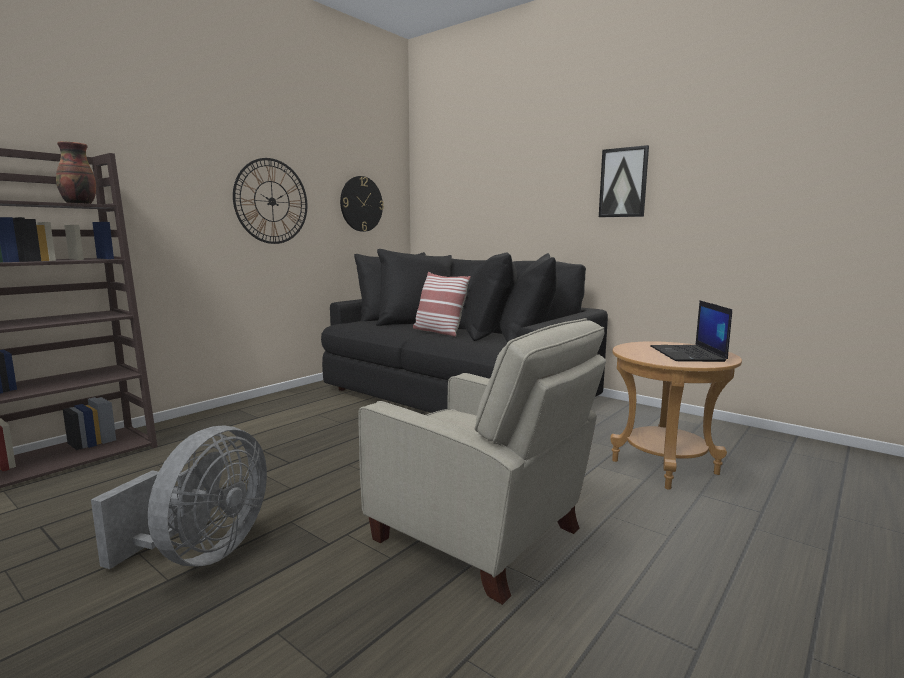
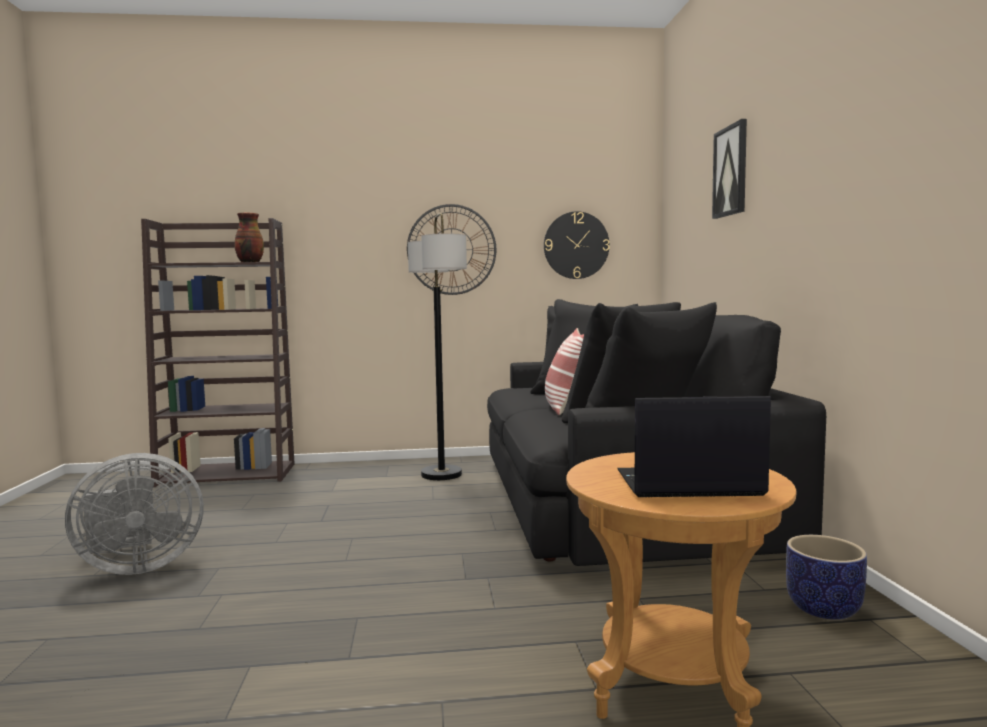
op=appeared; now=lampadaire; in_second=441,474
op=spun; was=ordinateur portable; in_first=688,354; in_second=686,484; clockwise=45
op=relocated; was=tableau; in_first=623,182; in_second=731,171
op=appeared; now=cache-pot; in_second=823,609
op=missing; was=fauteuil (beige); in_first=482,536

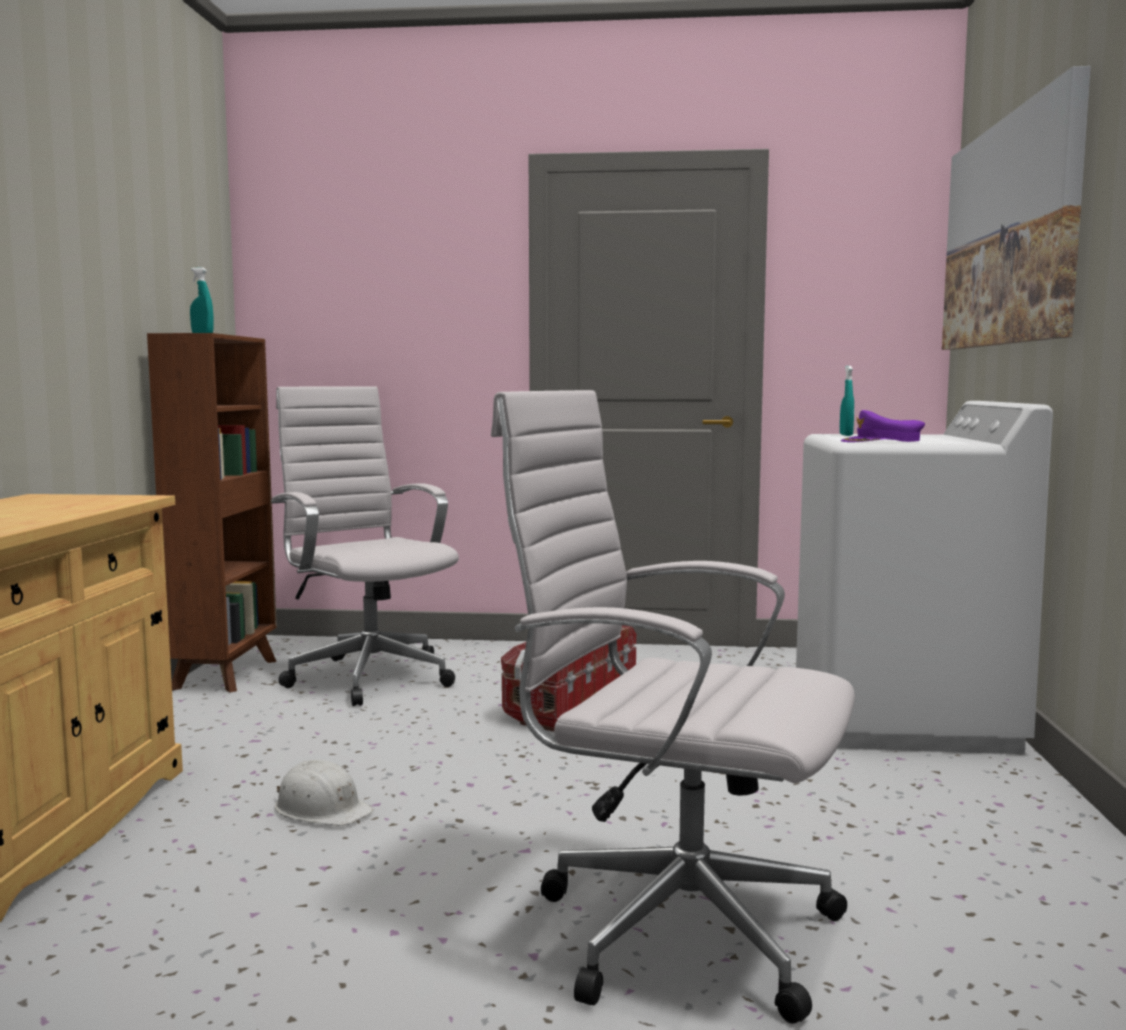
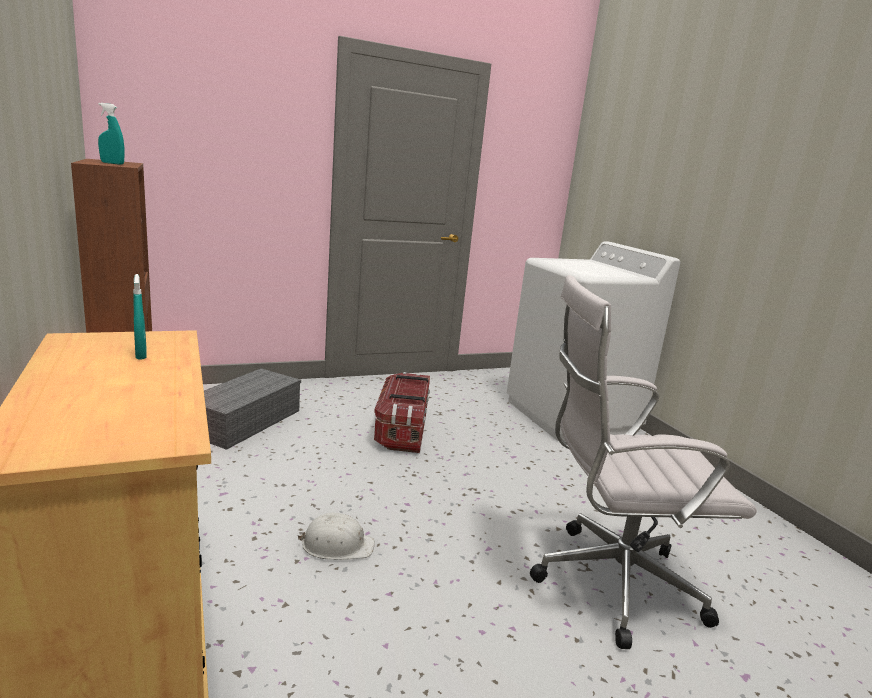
op=relocated; was=vaporisateur (turquoise); in_first=846,435; in_second=141,355
op=exchanged; was=chaise de bureau (blanc); now=boîte de rangement (gris); in_first=368,676; in_second=245,421
op=missing; was=casquette (violet); in_first=882,441
op=missing; was=tableau; in_first=1010,233

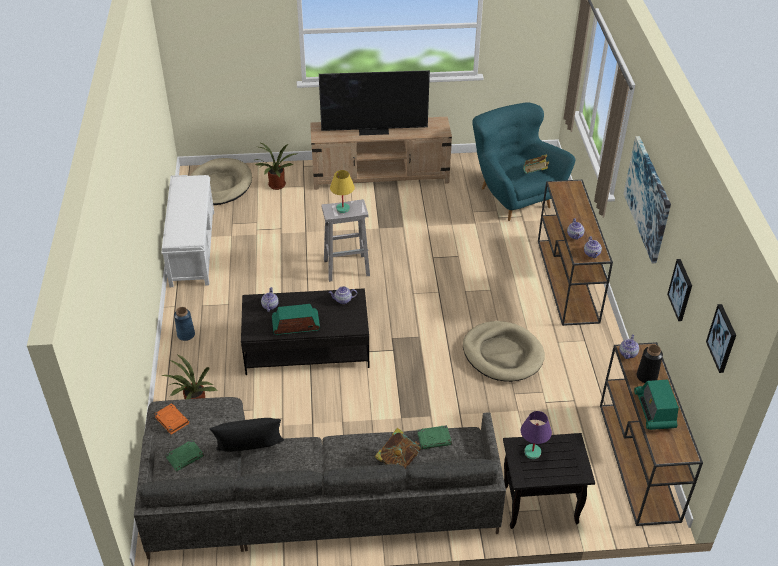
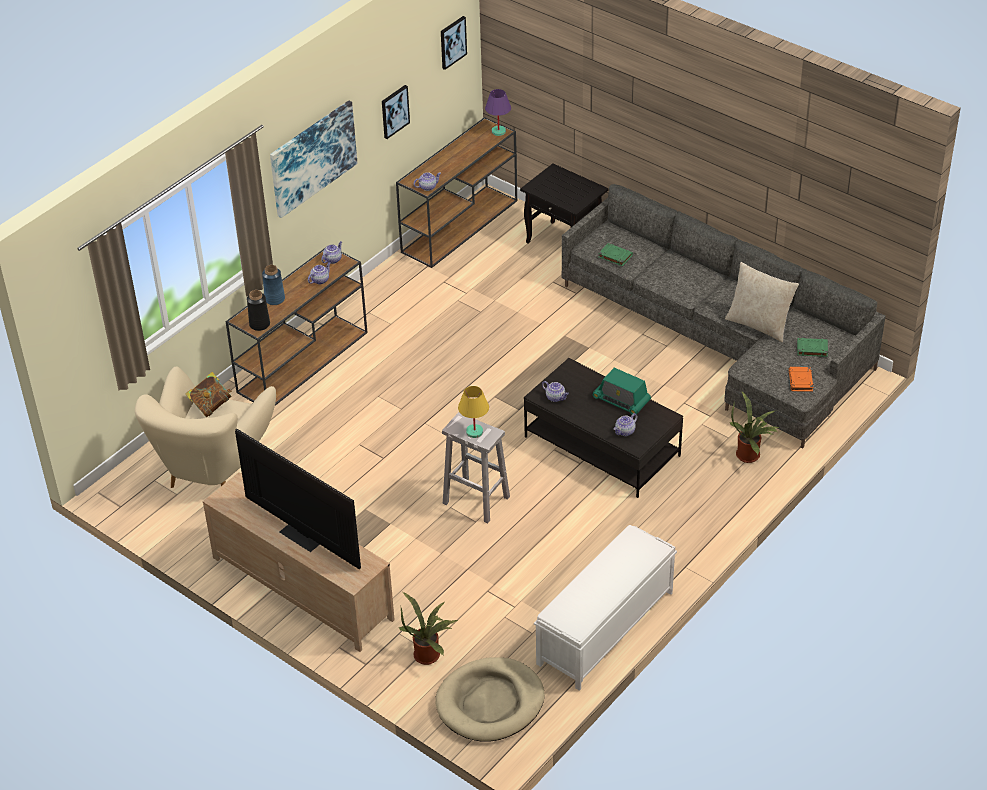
op=colour; was=fauteuil (turquoise); now=fauteuil (beige); in_first=513,197; in_second=213,469
op=relocated; was=vase (noir); in_first=646,376; in_second=260,324
op=relocated; was=vase (bleu); in_first=186,335; in_second=274,299
op=relocated; was=lampe de table (violet); in_first=532,452; in_second=498,131
op=colour; was=coussin (noir); now=coussin (beige); in_first=250,454; in_second=759,324
op=missing; was=livre; in_first=397,460
op=missing; was=panier pour chien (beige); in_first=502,354
op=missing; was=radio; in_first=654,411

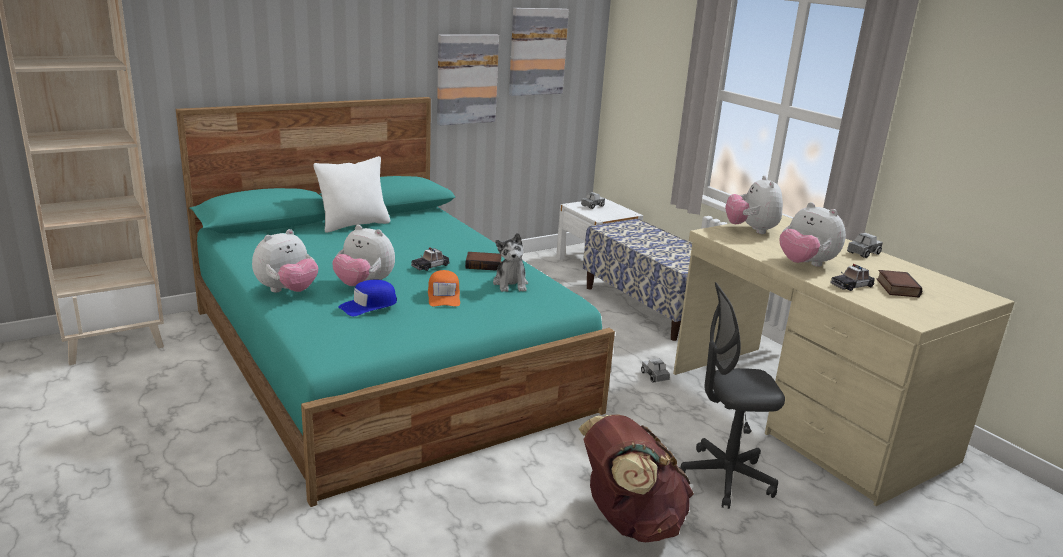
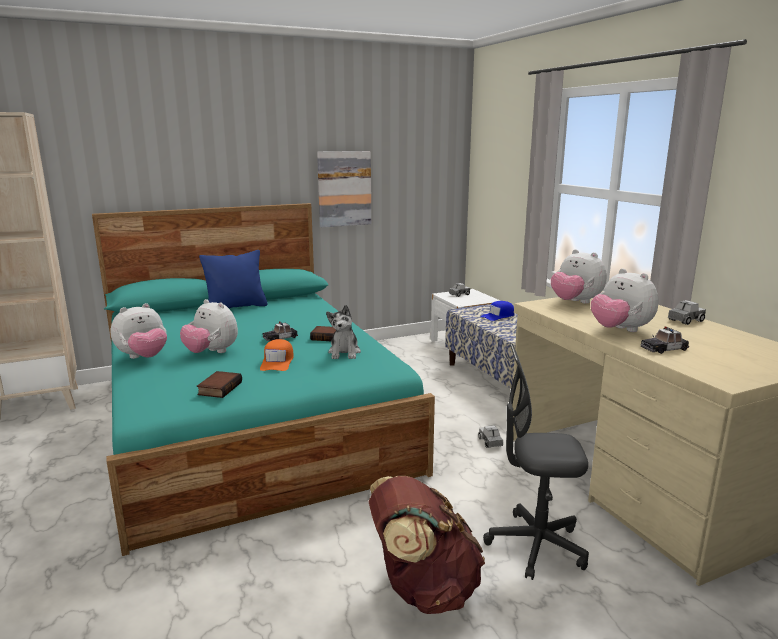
op=relocated; was=livre; in_first=896,287; in_second=219,388
op=colour; was=coussin (blanc); now=coussin (bleu); in_first=354,224; in_second=236,307
op=relocated; was=casquette (bleu); in_first=368,305; in_second=498,316
op=spun; was=peluche; in_first=751,230; in_second=575,302; clockwise=-45
op=missing; was=tableau; in_first=537,51

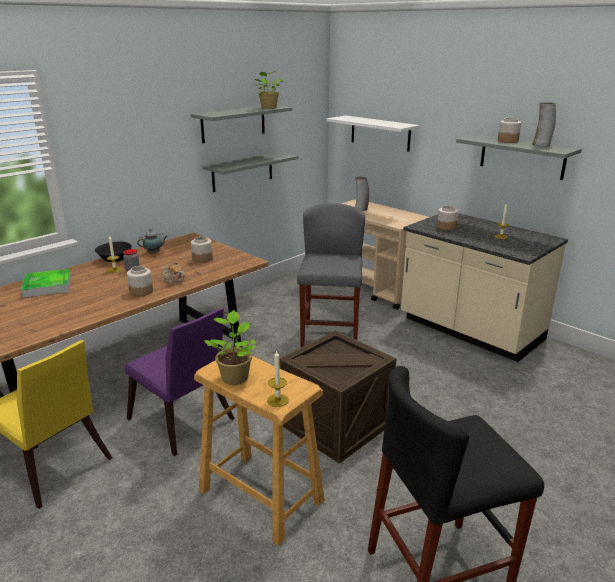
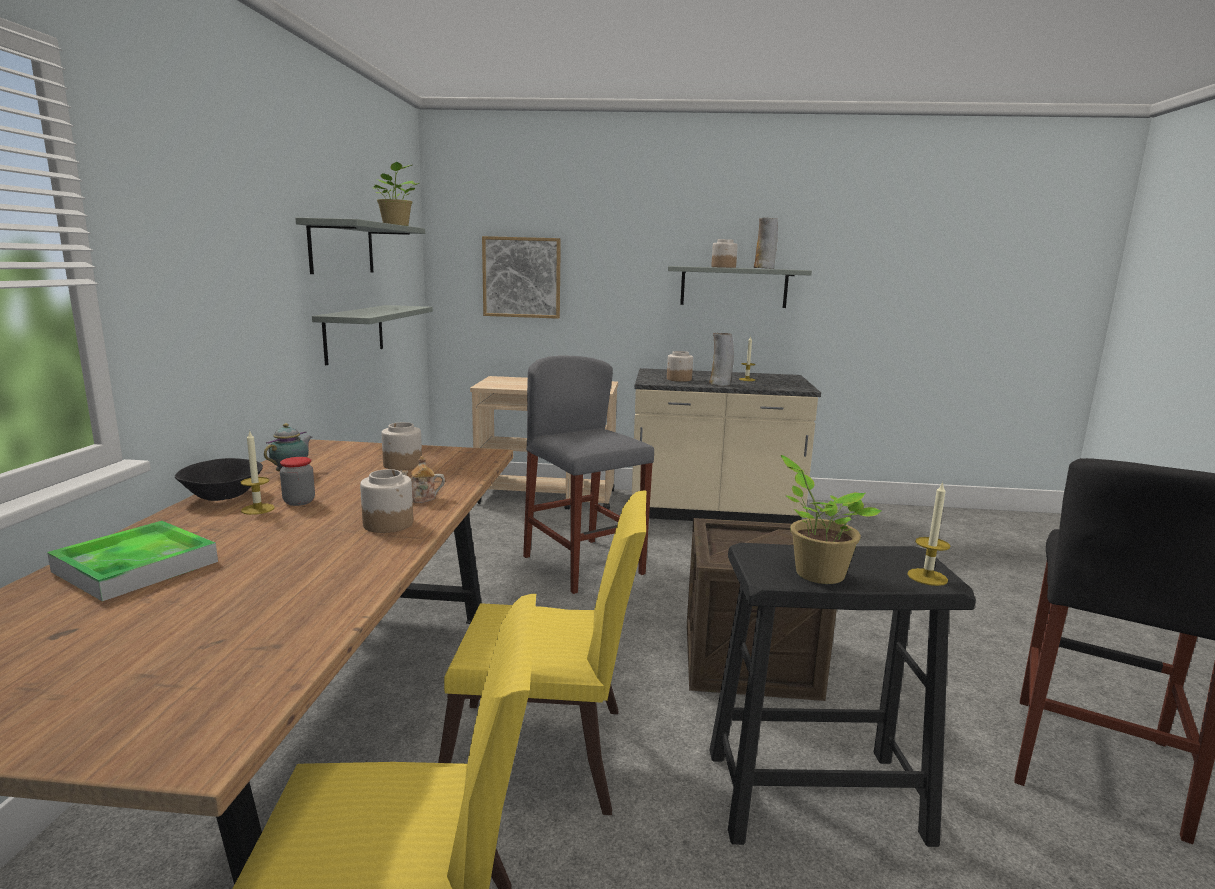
op=colour; was=chaise (violet); now=chaise (jaune); in_first=183,423; in_second=548,757
op=exchanged; was=étagère (blanc); now=tableau; in_first=380,133; in_second=521,277
op=relocated; was=vase; in_first=361,209; in_second=720,384
op=colour; was=tabouret (beige); now=tabouret (noir); in_first=260,495; in_second=813,794

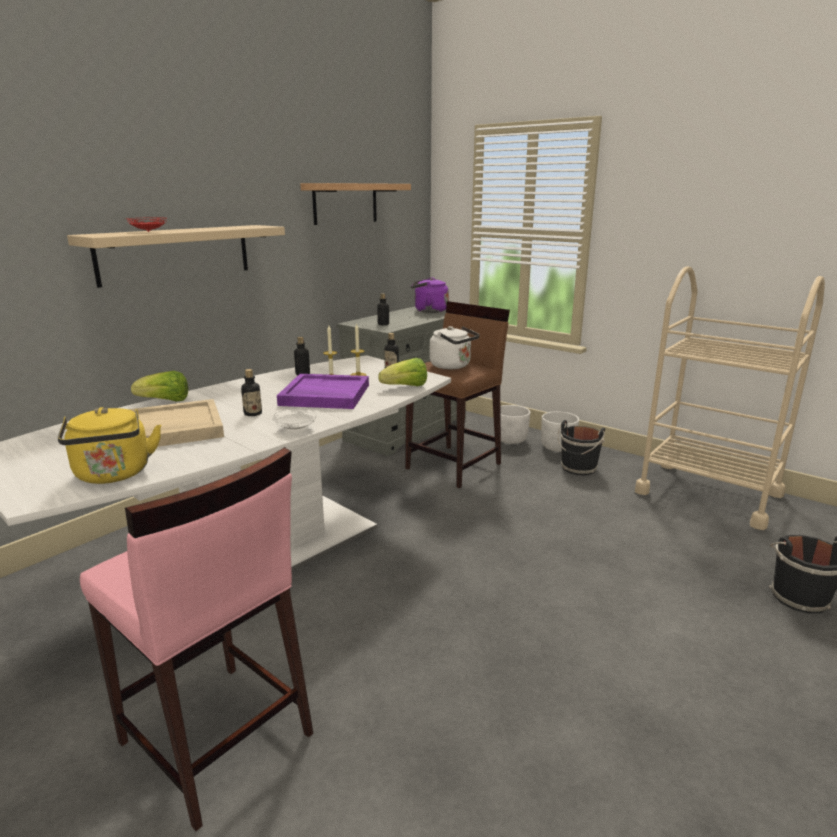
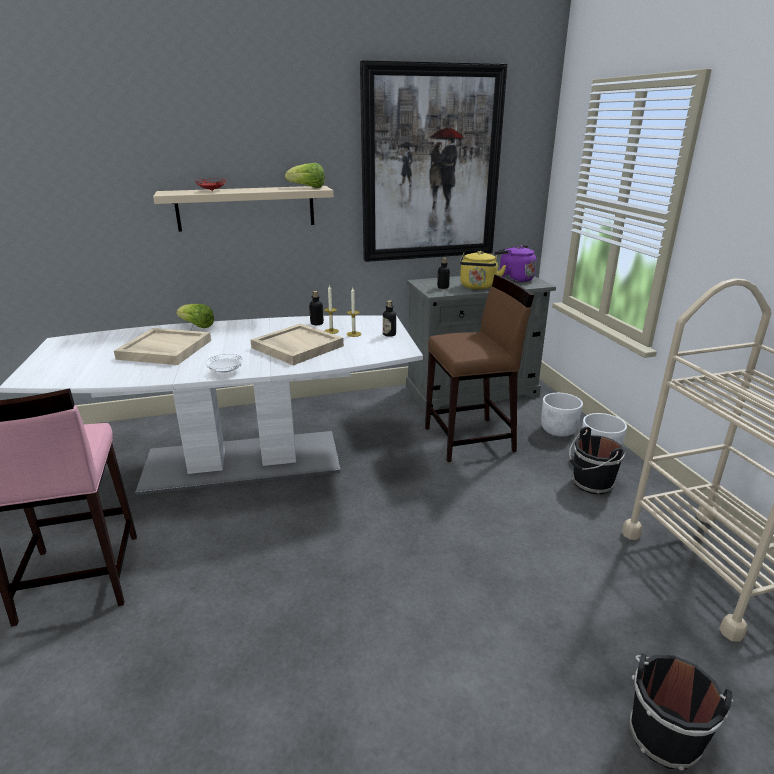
op=colour; was=plateau (violet); now=plateau (beige); in_first=324,395; in_second=296,347
op=relocated; was=laitue; in_first=406,387; in_second=307,187
op=exchanged; was=étagère; now=tableau; in_first=345,203; in_second=431,166
op=relocated; was=bouilloire (jaune); in_first=113,475; in_second=478,287
op=missing; was=bouteille; in_first=253,413
op=missing; was=bouilloire (blanc); in_first=452,366

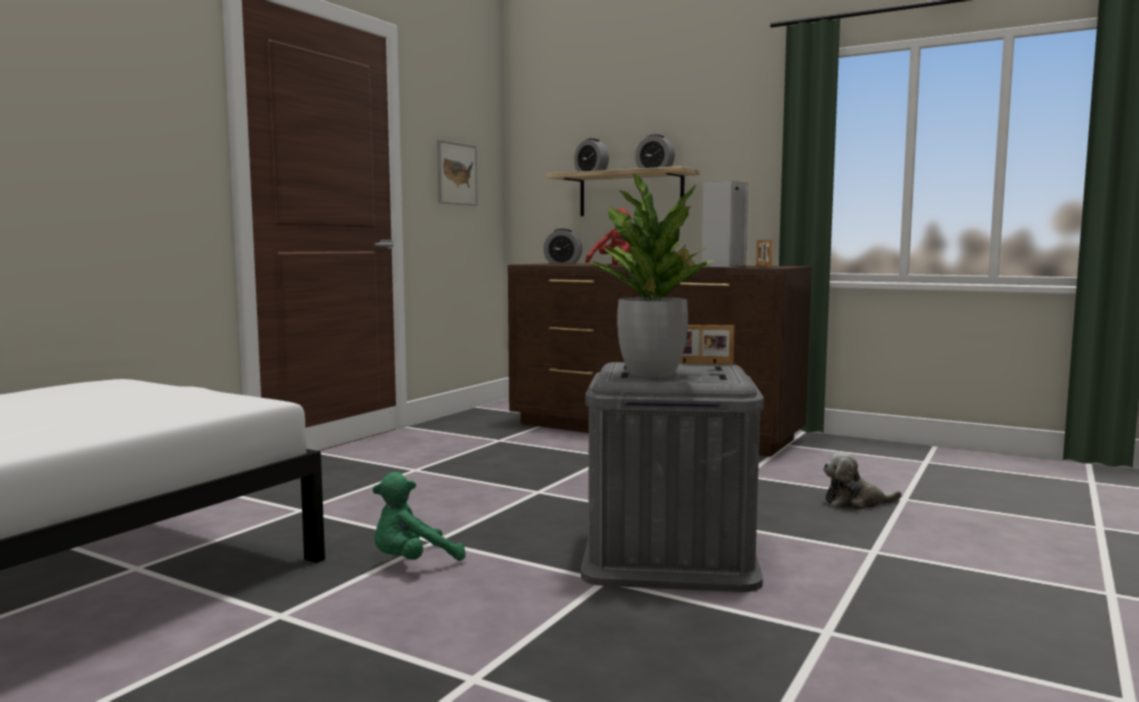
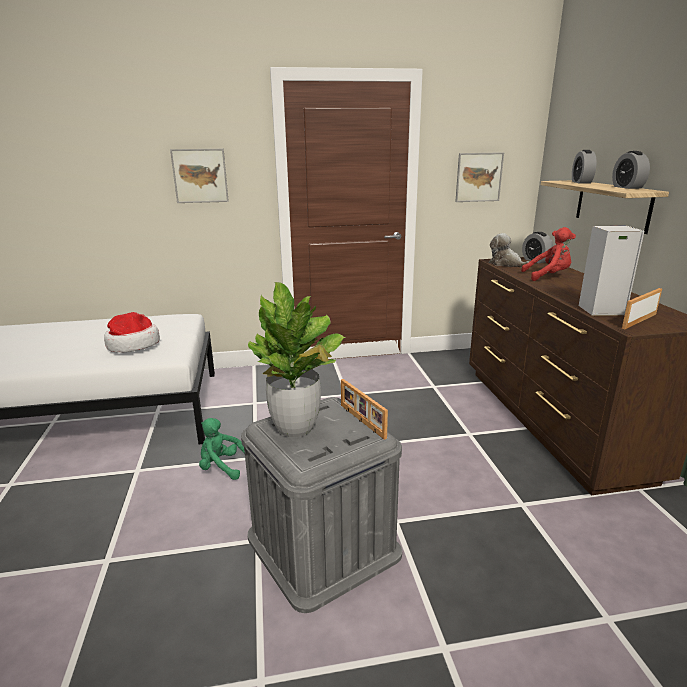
op=appeared; now=chapeau; in_second=132,345
op=appeared; now=tableau; in_second=200,176
op=relocated; was=peluche; in_first=856,502; in_second=506,264

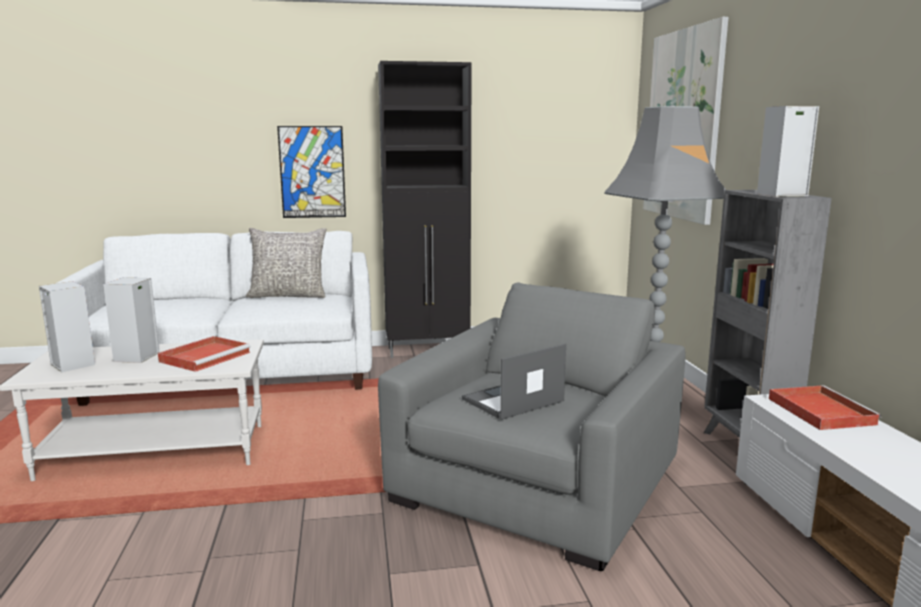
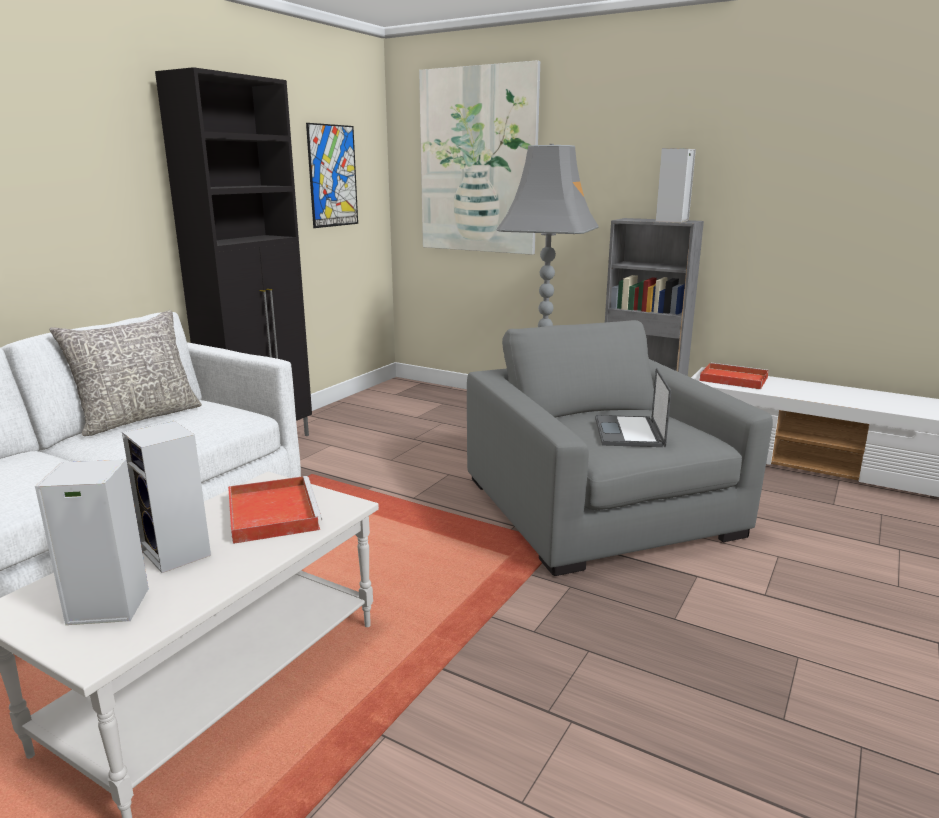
op=relocated; was=tableau; in_first=312,172; in_second=332,176

